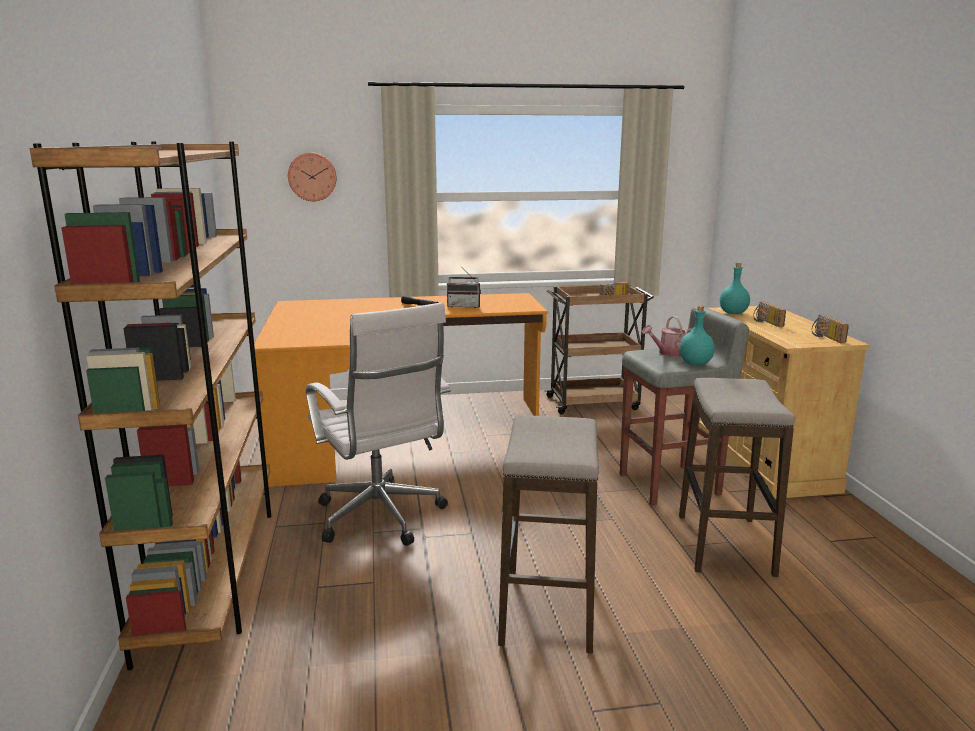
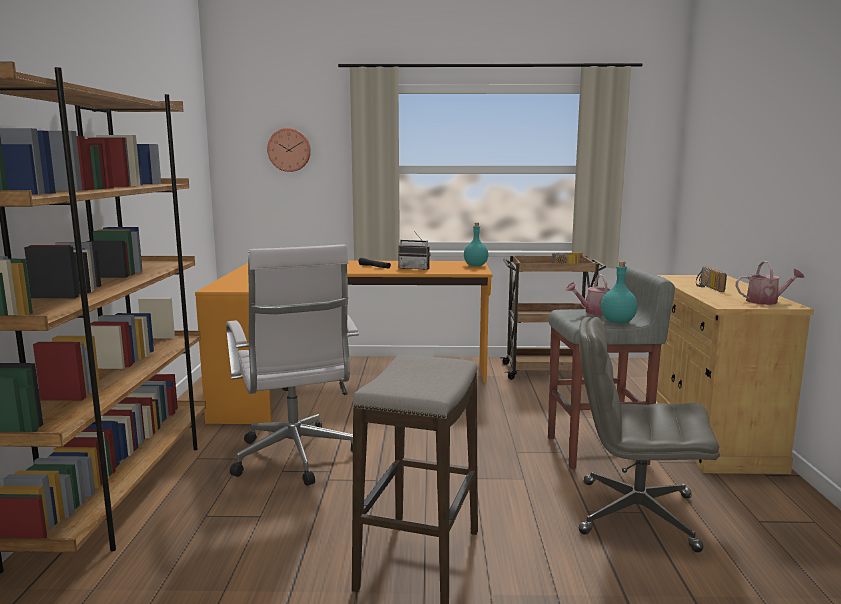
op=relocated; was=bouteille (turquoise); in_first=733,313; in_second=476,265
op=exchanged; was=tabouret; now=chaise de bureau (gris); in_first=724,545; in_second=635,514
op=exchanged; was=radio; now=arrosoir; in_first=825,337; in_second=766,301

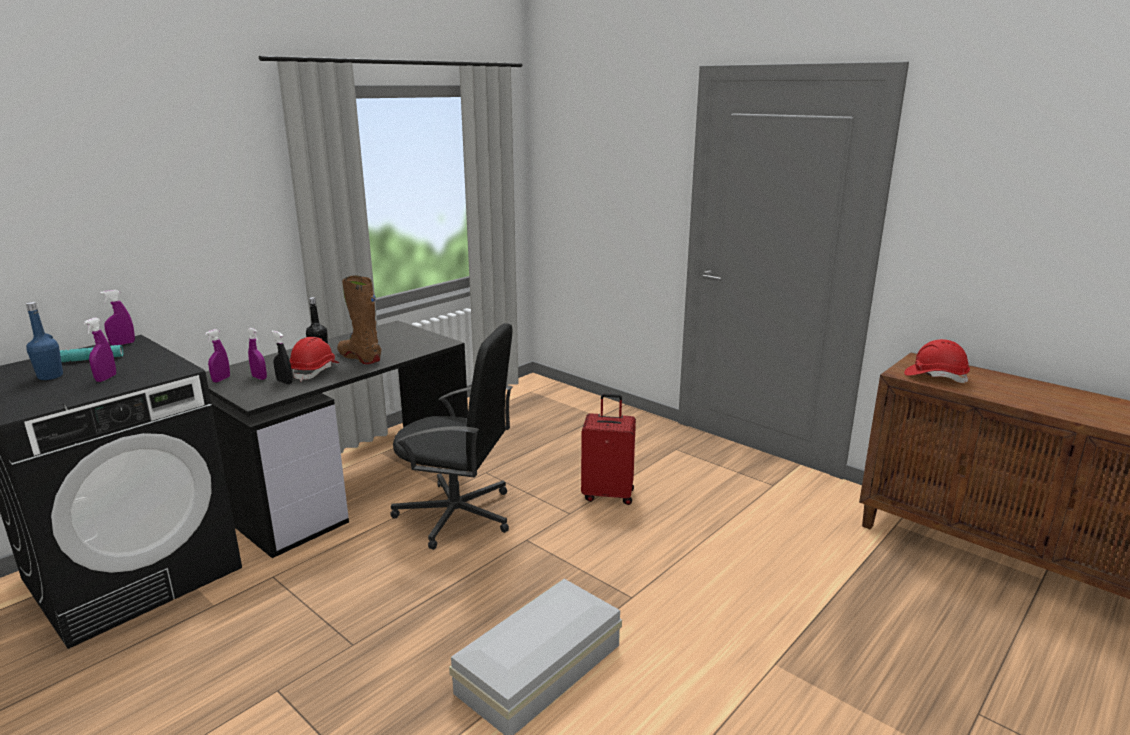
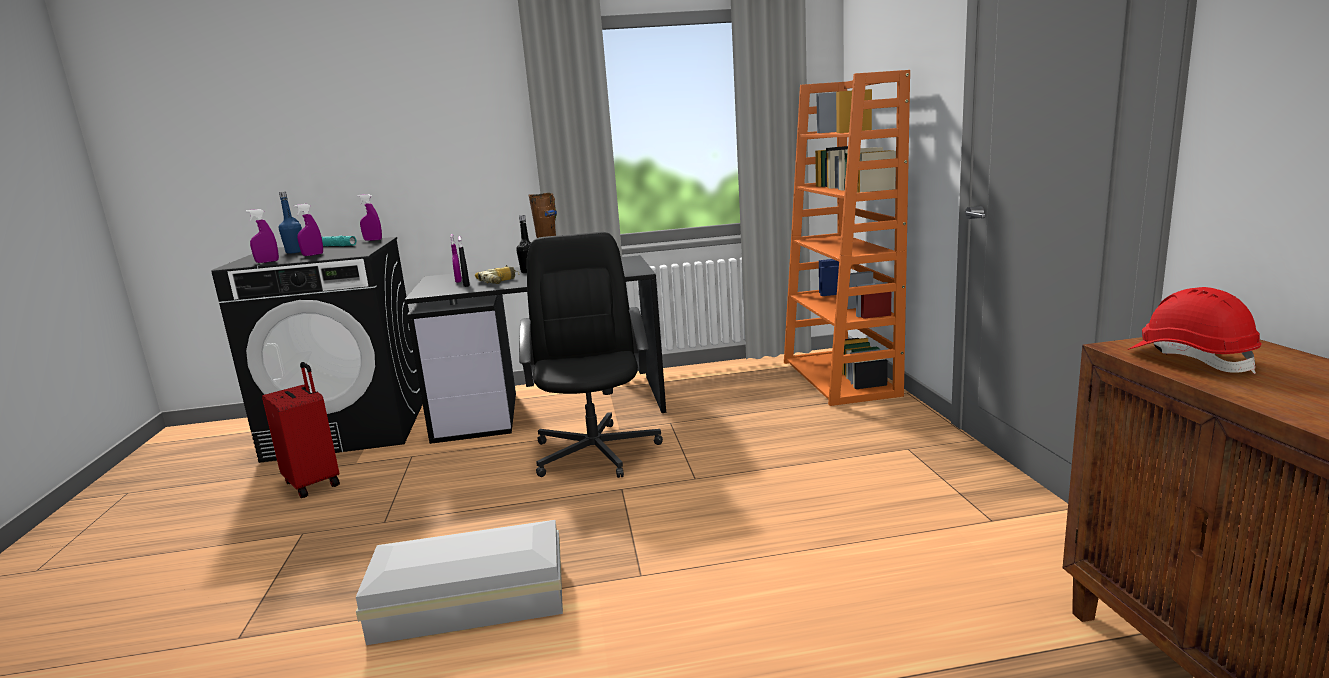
op=relocated; was=vaporisateur (violet); in_first=221,379; in_second=267,262
op=relocated; was=valise (rouge); in_first=608,494; in_second=314,483
op=exchanged; was=casque de chantier (rouge); now=perceuse; in_first=315,371; in_second=500,281
op=spun; was=chaise de bureau (noir); in_first=457,515; in_second=595,451; clockwise=-150
op=appeared; now=bibliothèque (orange); in_second=840,378

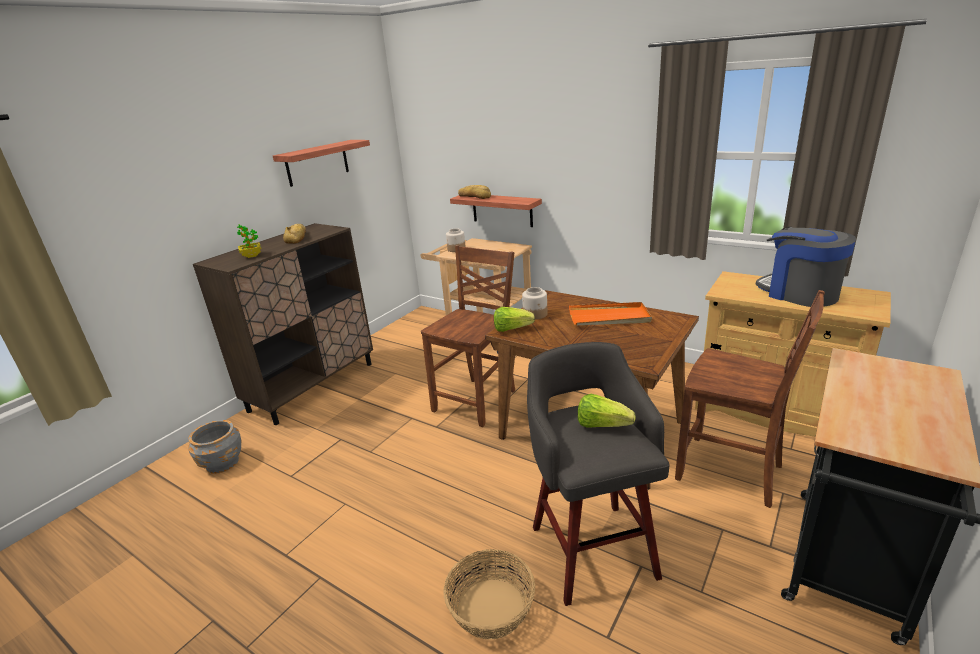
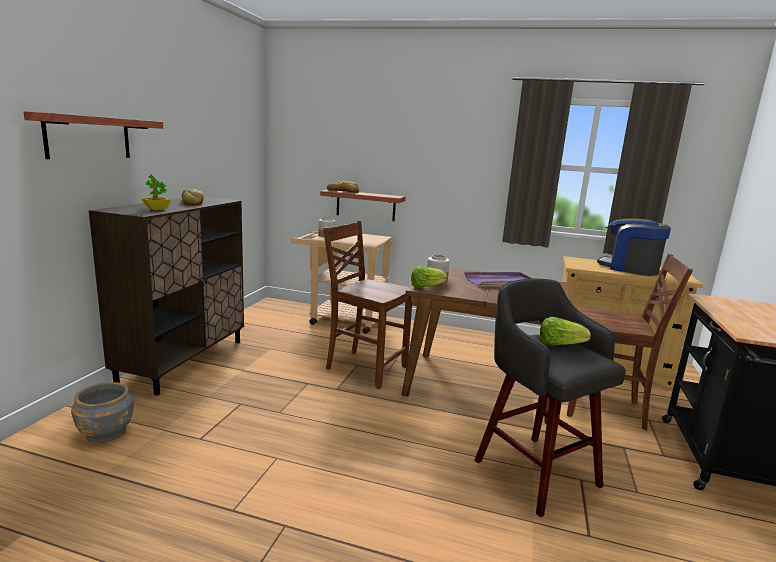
op=relocated; was=étagère; in_first=317,163; in_second=88,137
op=spun; was=chaise (marron); in_first=477,400; in_second=365,368; clockwise=-75
op=colour; was=plateau (orange); now=plateau (violet); in_first=609,317; in_second=500,282
op=missing; was=panier; in_first=491,608

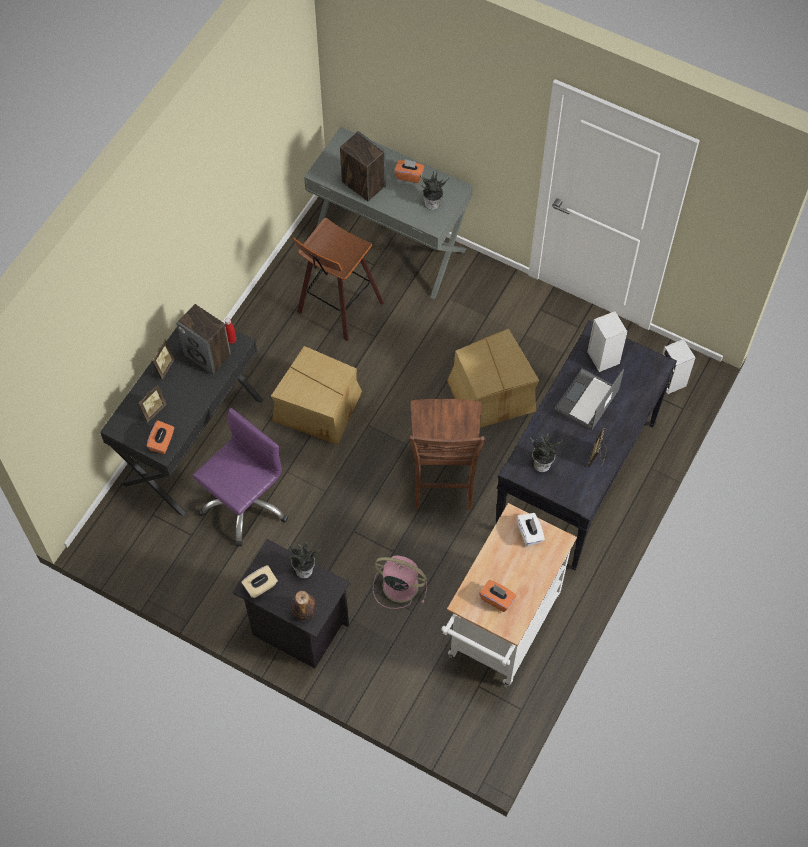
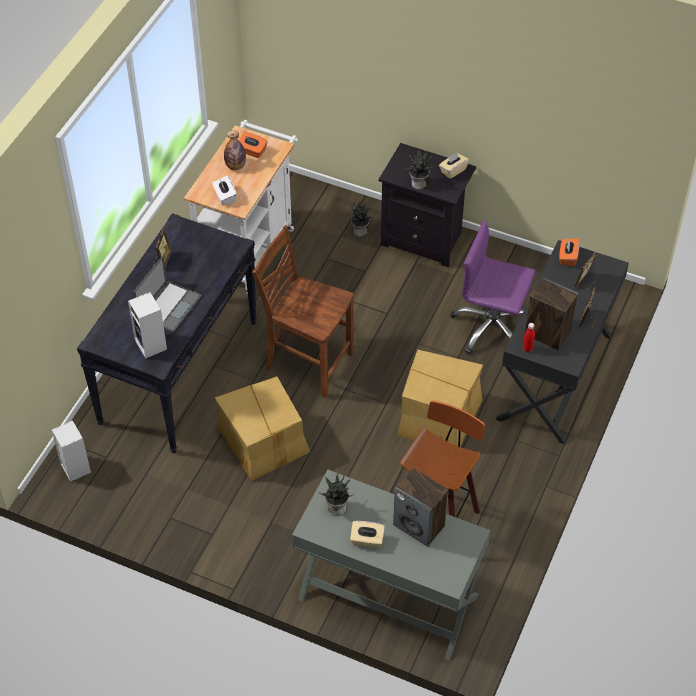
op=relocated; was=bouteille; in_first=304,612; in_second=235,166
op=spun; was=chaise (marron); in_first=443,478; in_second=307,361; clockwise=-60
op=relocated; was=plante en pot; in_first=542,463; in_second=360,231
op=colour; was=boîte à mouchoirs (orange); now=boîte à mouchoirs (beige); in_first=409,175; in_second=367,540
op=spun; was=chaise de bureau (violet); in_first=244,504; in_second=491,327; clockwise=75
op=missing; was=ventilateur (rose); in_first=398,585

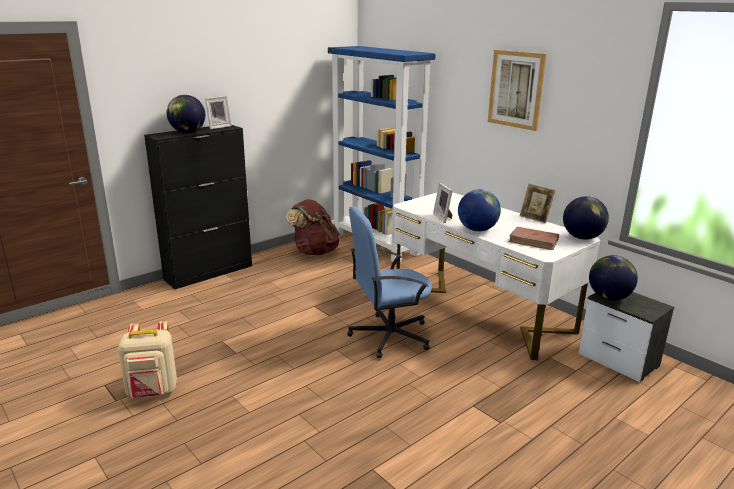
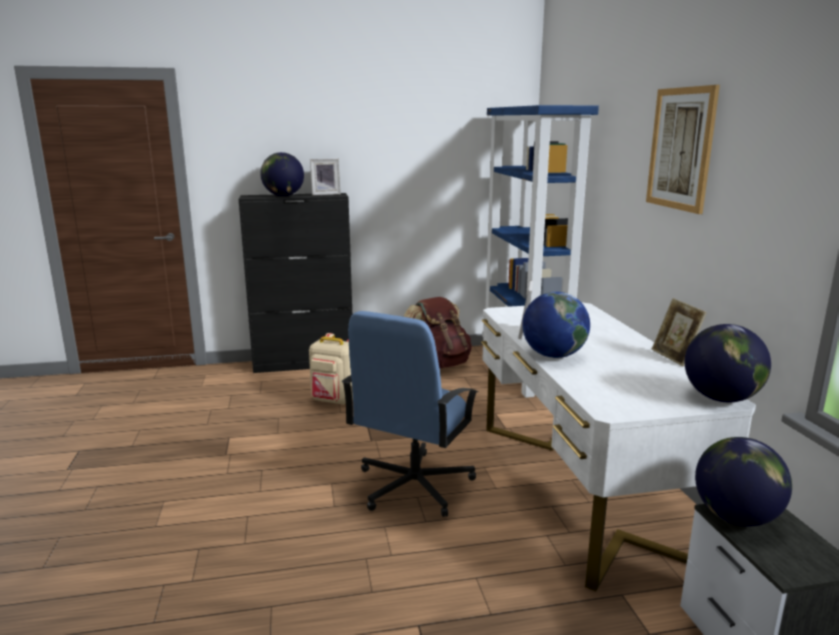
op=relocated; was=sac à dos (beige); in_first=153,393; in_second=335,401
op=spun; was=chaise de bureau (bleu); in_first=389,336; in_second=413,486; clockwise=-75
op=missing; was=livre (marron); in_first=534,241

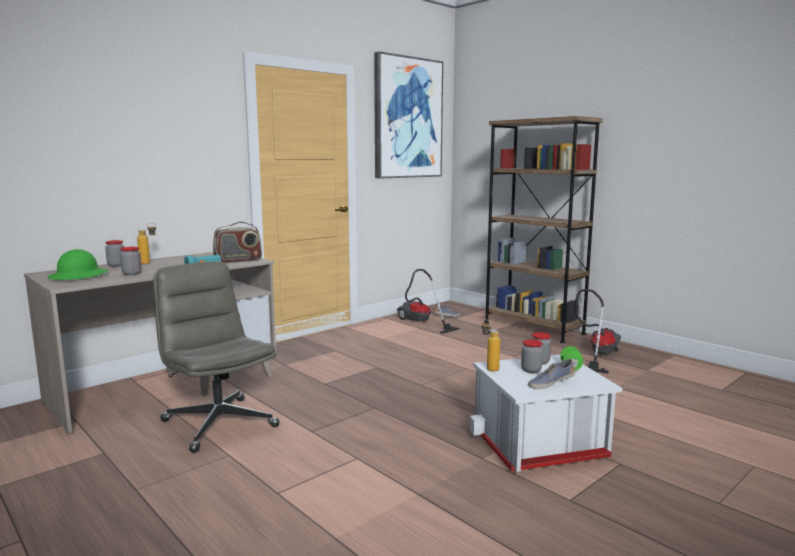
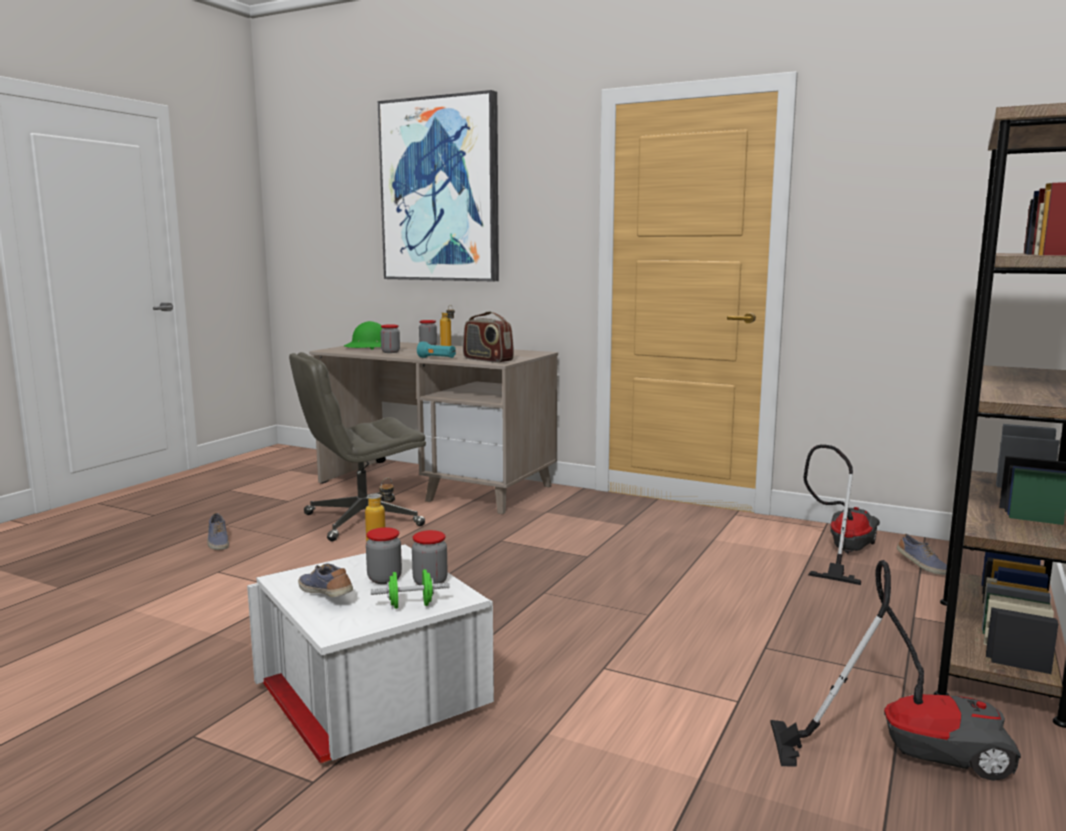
op=appeared; now=chaussure; in_second=217,542
op=spun; was=chaise de bureau (gris); in_first=218,423; in_second=361,520; clockwise=-150
op=relocated; was=tableau; in_first=407,118; in_second=440,190

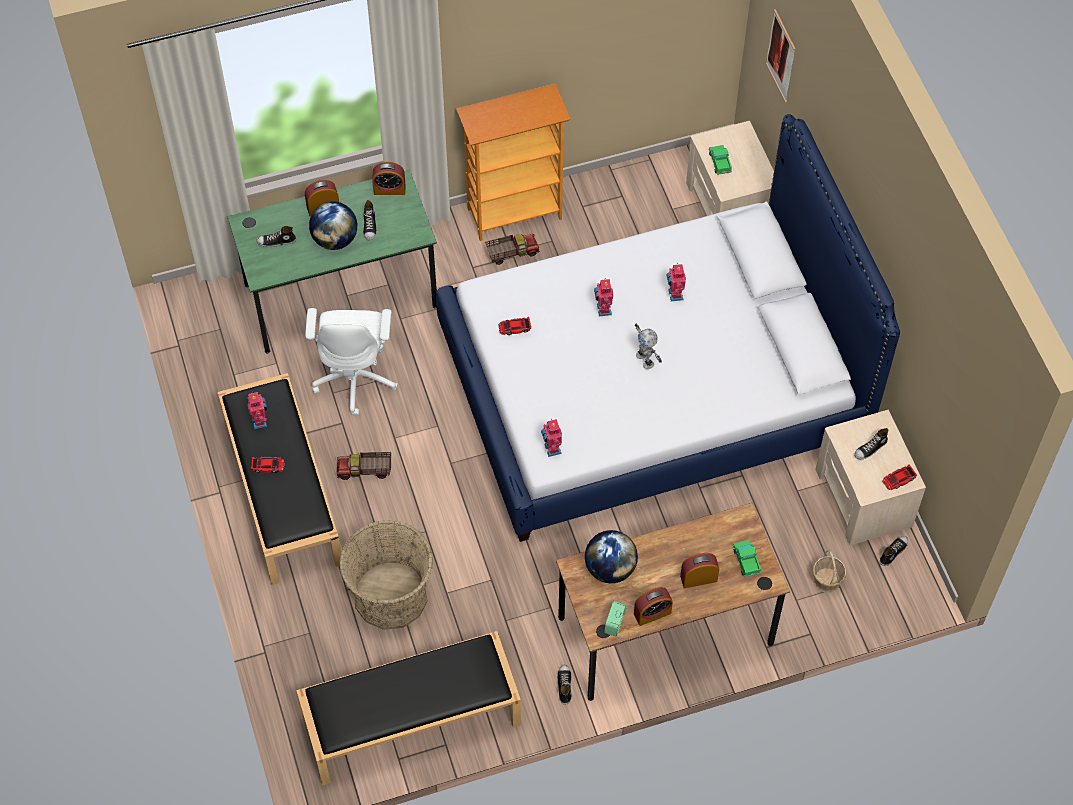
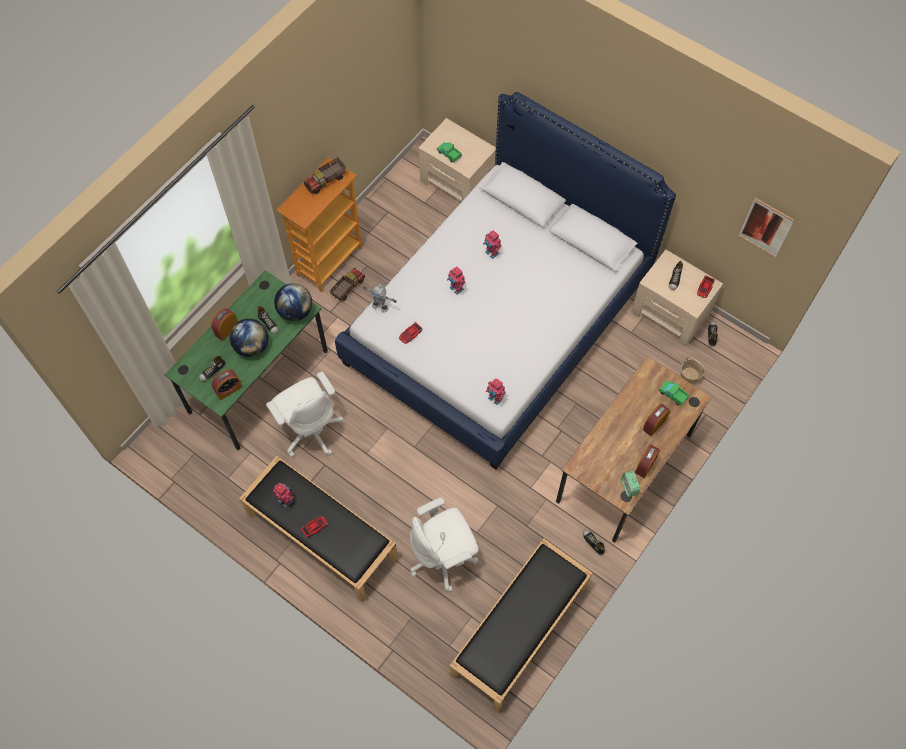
op=relocated; was=réveil; in_first=389,189; in_second=228,389
op=relocated; was=globe; in_first=610,568; in_second=295,311
op=relocated; was=camion jouet; in_first=365,471; in_second=326,181
op=relocated; was=robot jouet; in_first=645,359; in_second=380,306
op=exchanged; was=panier; now=chaise de bureau (blanc); in_first=390,595; in_second=443,557
op=relocated; was=tableau; in_first=781,56; in_second=765,227

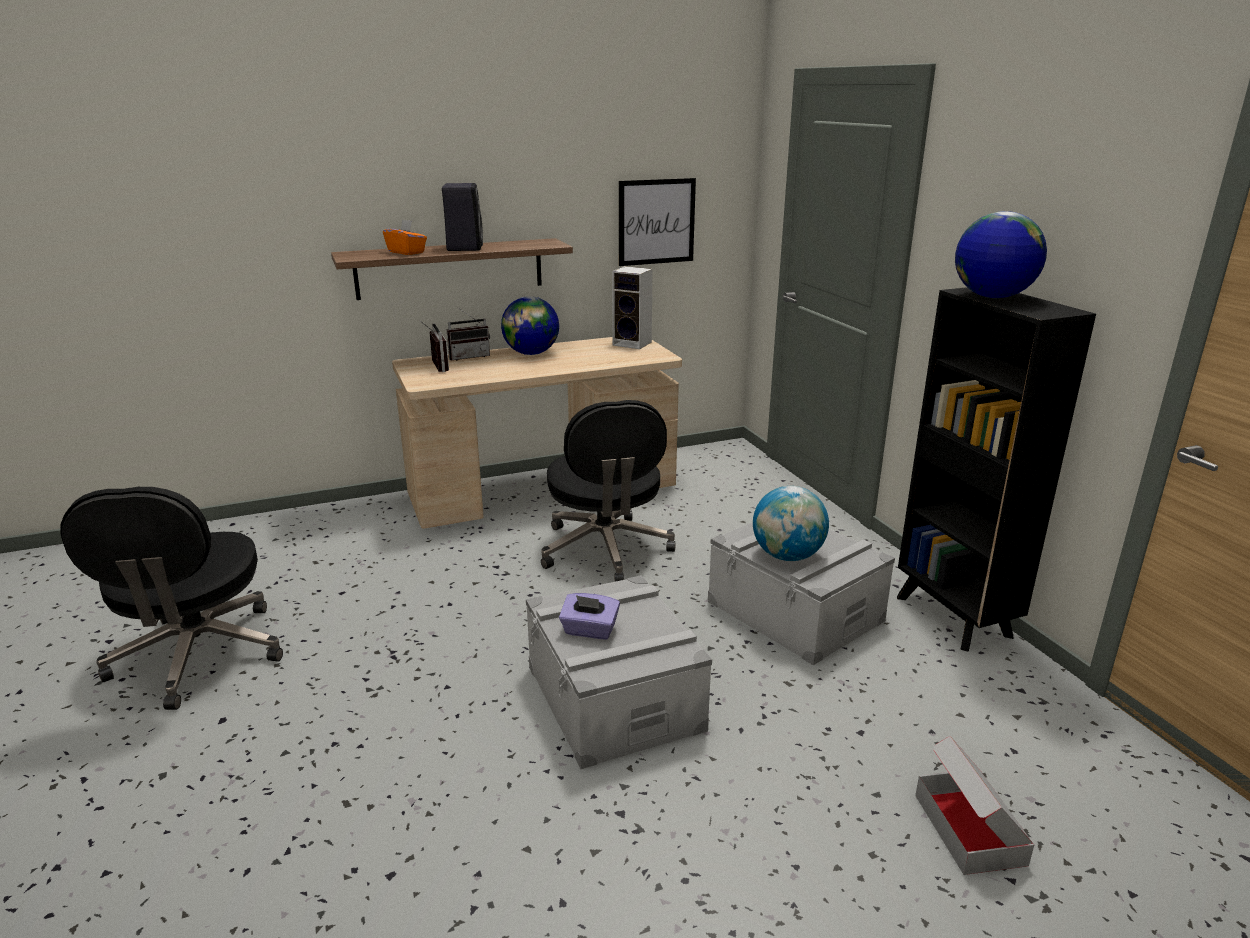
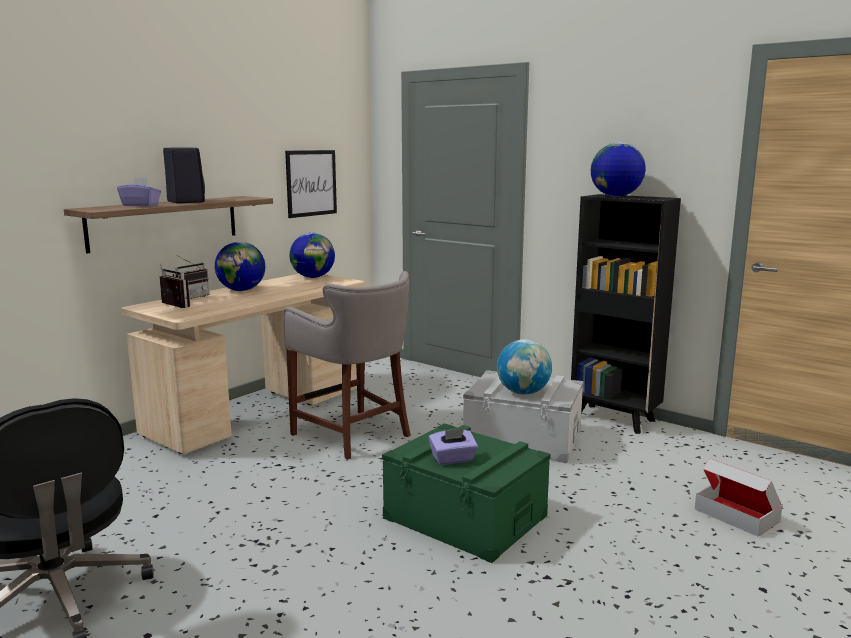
op=colour; was=boîte à mouchoirs (orange); now=boîte à mouchoirs (violet); in_first=406,252; in_second=141,205
op=exchanged; was=chaise de bureau (noir); now=tabouret (gris); in_first=605,550; in_second=354,435
op=exchanged; was=enceinte; now=globe; in_first=633,344; in_second=313,277
op=colour; was=boîte de rangement (gris); now=boîte de rangement (vert); in_first=614,698; in_second=465,517

